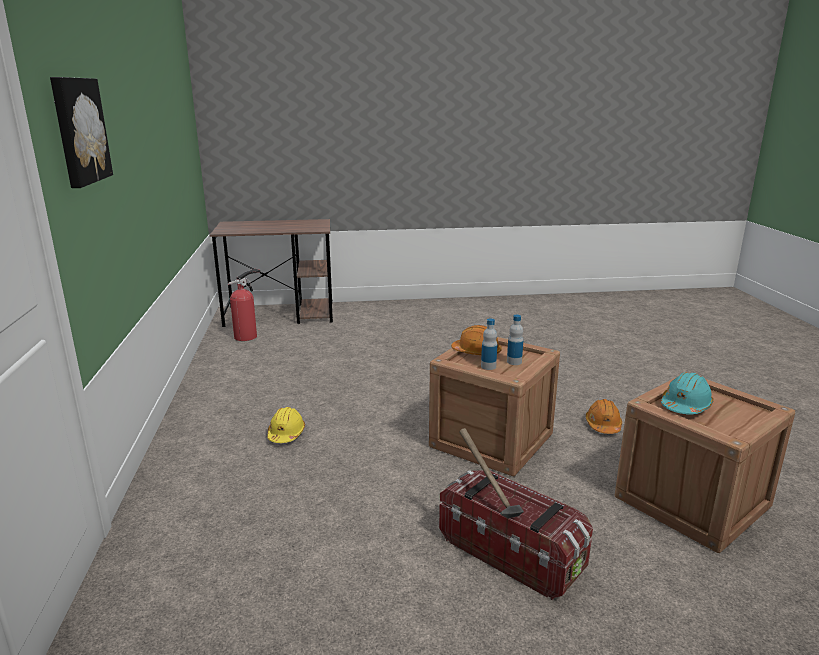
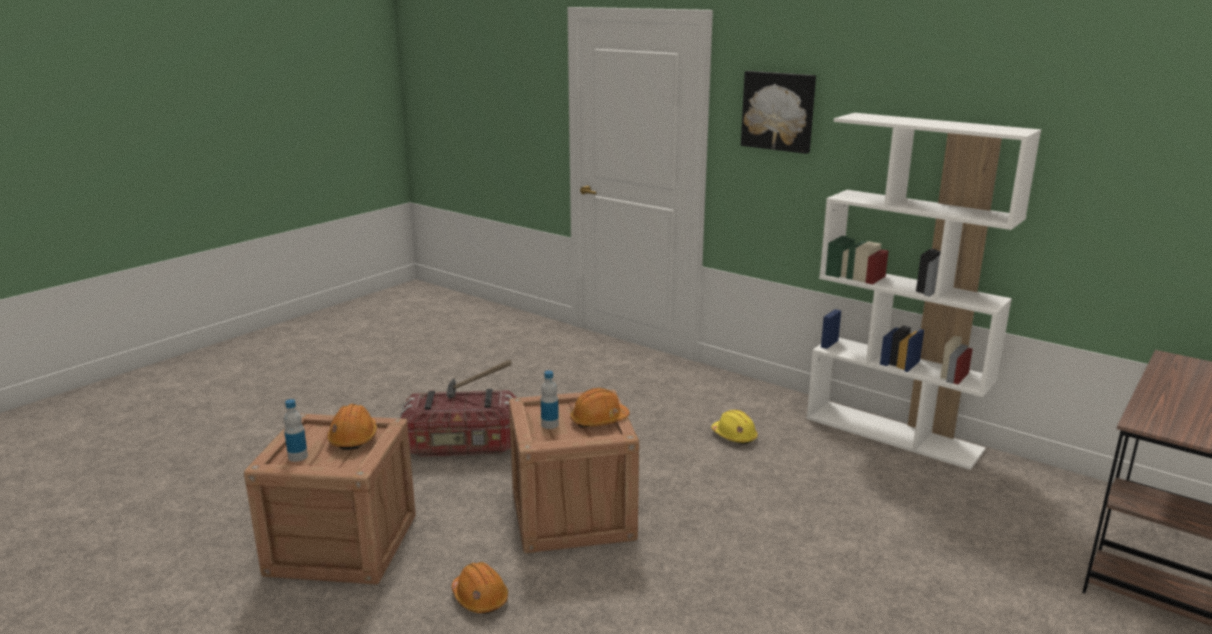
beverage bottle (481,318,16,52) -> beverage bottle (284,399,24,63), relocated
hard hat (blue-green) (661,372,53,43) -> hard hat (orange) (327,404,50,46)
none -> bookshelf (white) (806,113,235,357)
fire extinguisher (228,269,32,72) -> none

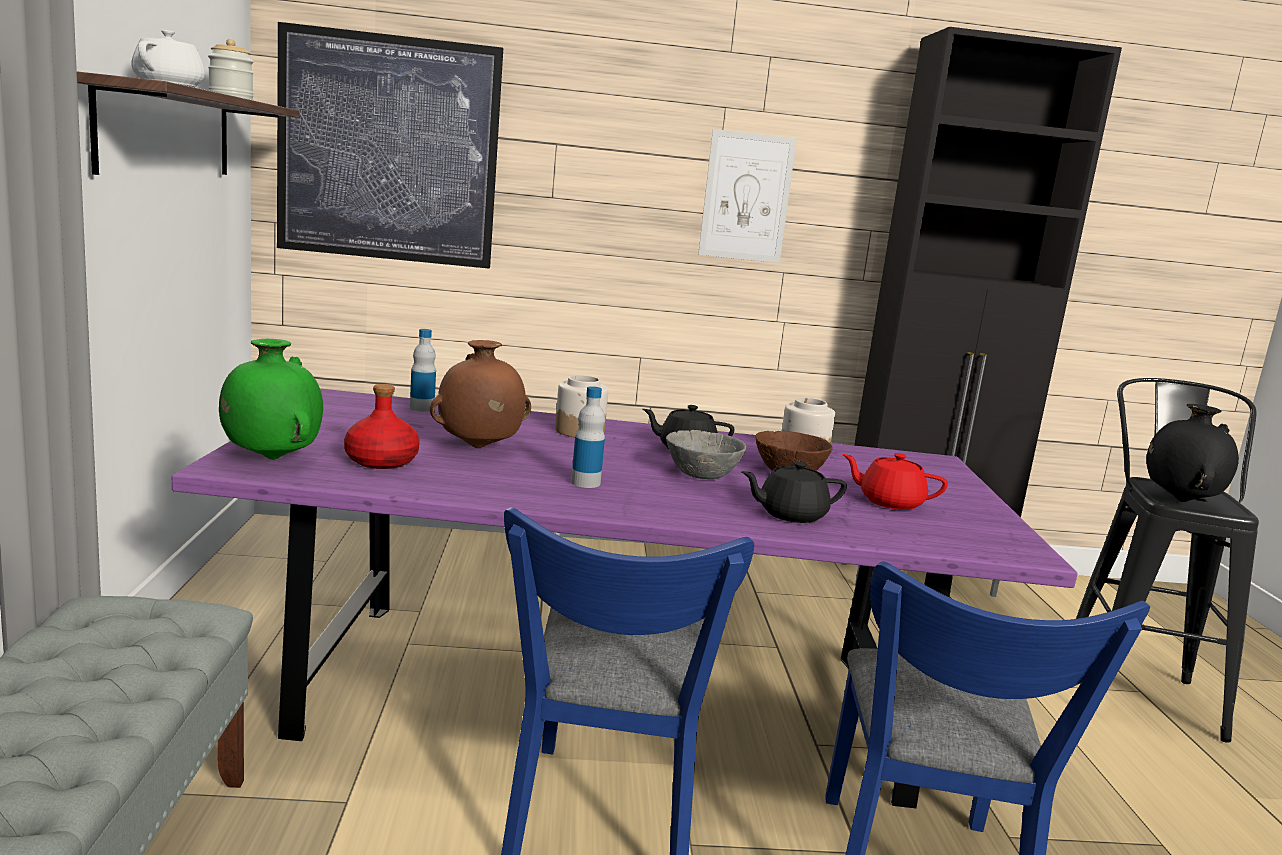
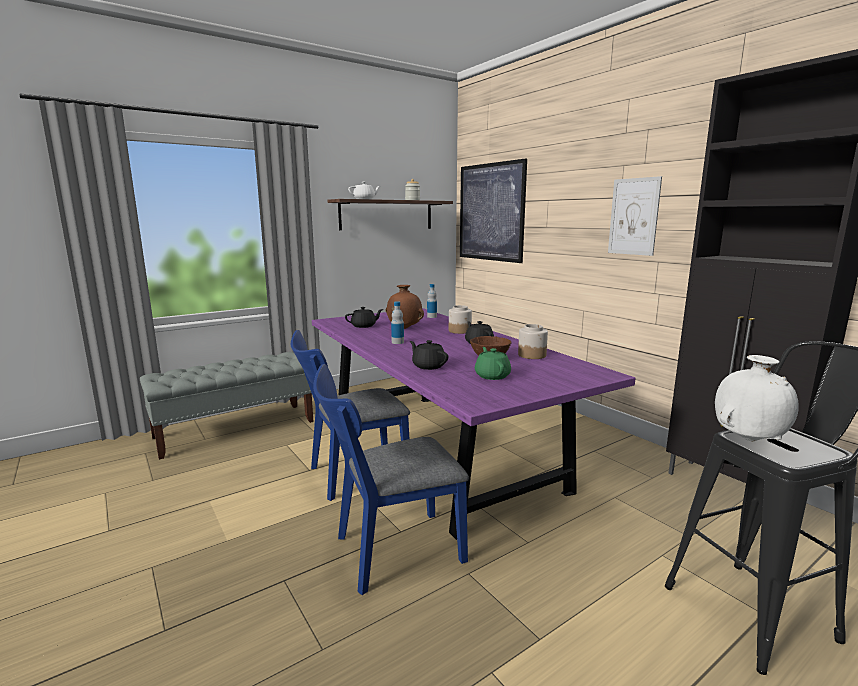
beverage bottle (red) (344,384,76,85) -> teapot (black-coloured) (345,307,38,21)
teapot (red) (842,453,106,57) -> teapot (green) (475,347,36,33)
decorative vase (black-coloured) (1146,404,93,98) -> decorative vase (white) (715,355,84,86)
decorative vase (green) (219,339,104,121) -> none
bowl (grey) (666,430,80,49) -> none

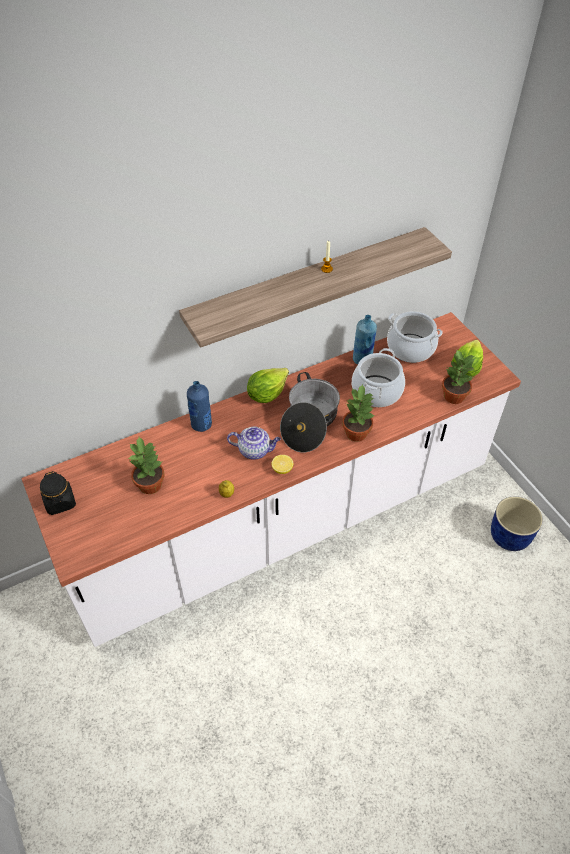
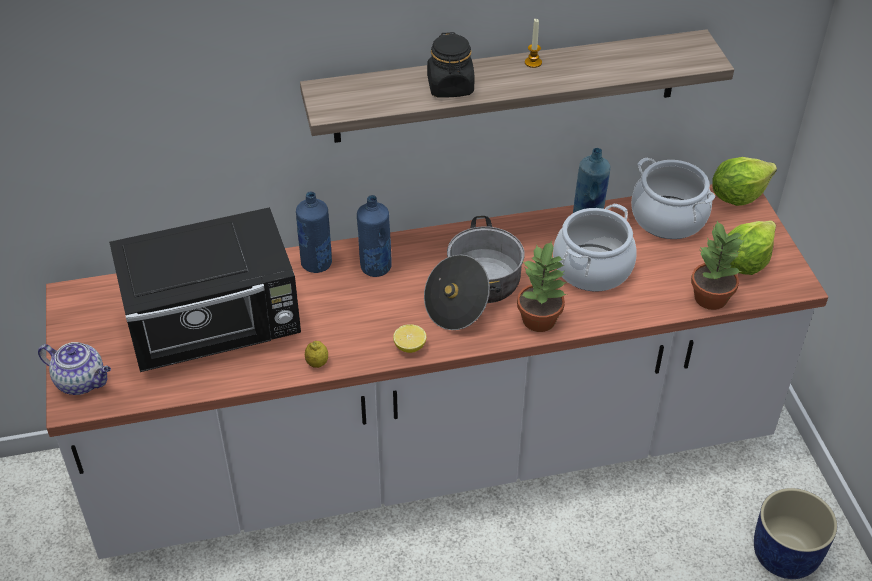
teapot (227,427,54,32) -> teapot (38,342,73,53), relocated
houseplant (127,437,37,57) -> kitchen microwave (black-coloured) (109,207,192,165)
none -> beverage bottle (bluish) (357,195,35,82)
jar (black-coloured) (40,471,36,44) -> jar (black-coloured) (427,32,47,66), relocated
lettuce head (247,368,42,35) -> lettuce head (712,157,65,49), relocated

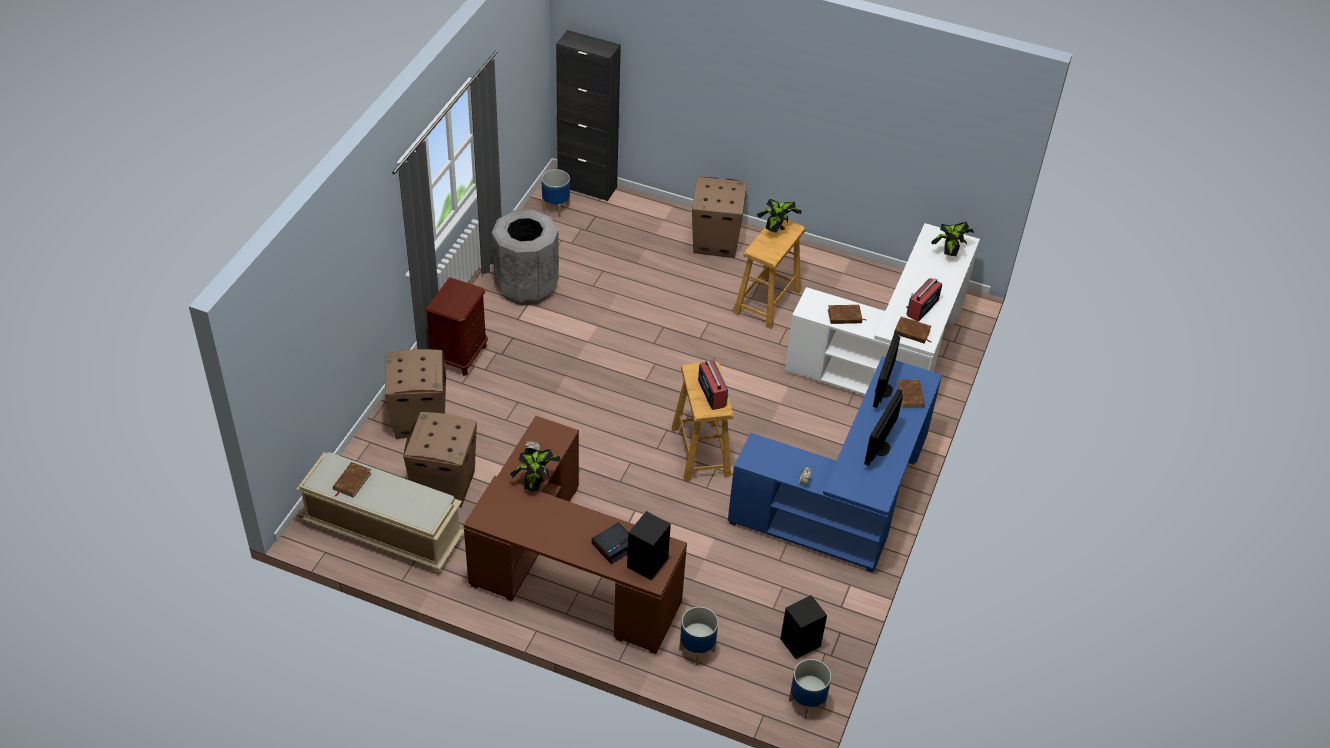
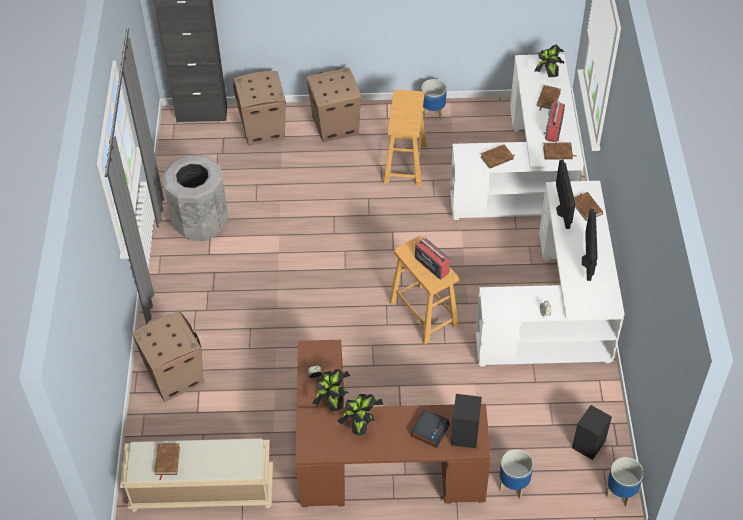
carton (403,412,74,95) -> carton (233,71,53,75), relocated
houseplant (756,199,46,34) -> houseplant (338,394,45,42), relocated
flower pot (542,169,28,48) -> flower pot (421,79,26,41), relocated
desk unit (bluish) (728,356,214,216) -> desk unit (white) (476,181,149,186)
none -> volume (brown-coloured) (537,85,24,25)
nightstand (brown-coloured) (426,277,62,99) -> none

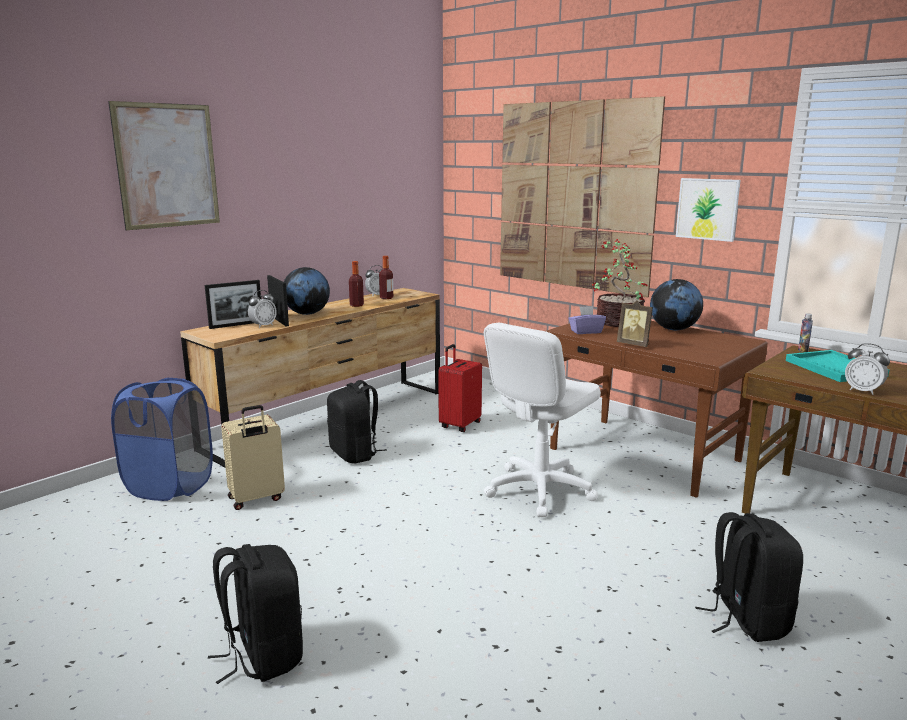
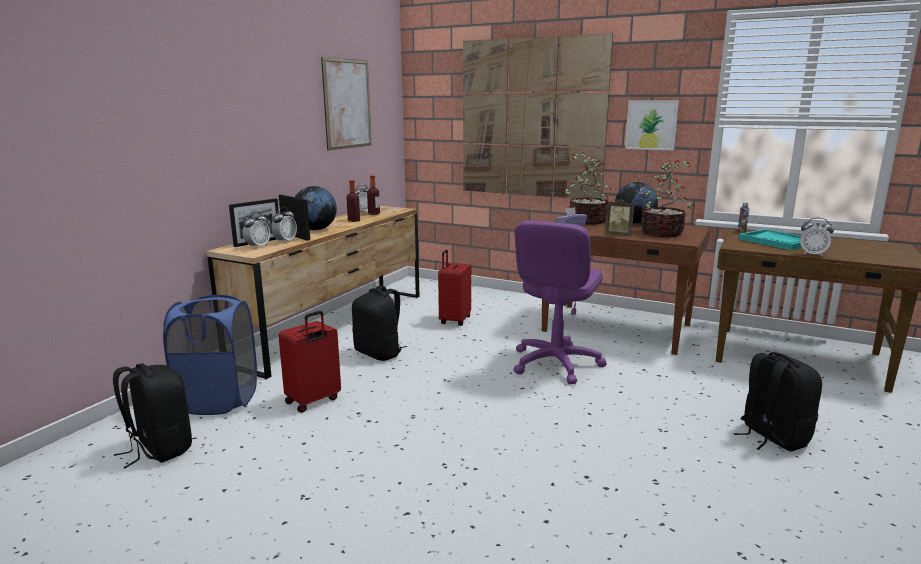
knapsack (black-coloured) (208,544,95,140) -> knapsack (black-coloured) (113,363,79,106), relocated
none -> table clock (243,211,27,38)
suitcase (beige) (221,405,64,105) -> suitcase (red) (278,311,63,102)
wall picture (108,101,112,129) -> wall picture (321,57,51,93), relocated
desk chair (white) (484,323,117,194) -> desk chair (purple) (514,221,93,163)
none -> houseplant (641,160,54,77)

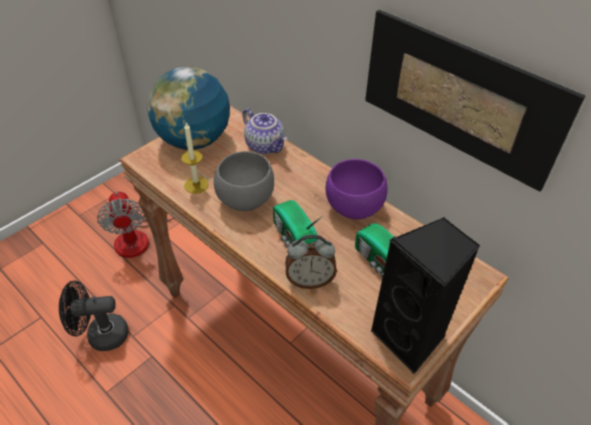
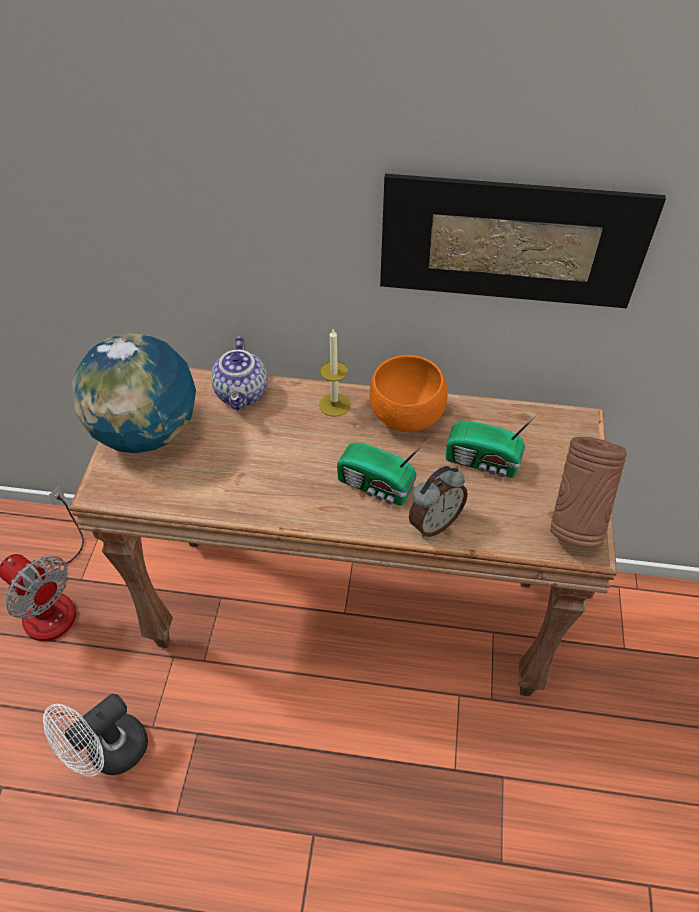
cooling fan (black-coloured) (59,281,69,70) -> cooling fan (white) (43,693,105,84)
teapot (243,108,44,46) -> teapot (211,336,57,74), 75 degrees clockwise
wax light (181,123,28,71) -> wax light (319,329,31,88), relocated
bowl (purple) (326,159,62,60) -> bowl (orange) (370,355,78,77)
speaker (black-coloured) (371,217,109,157) -> decorative vase (brown-coloured) (550,437,77,111)
bowl (grey) (214,151,60,60) -> none

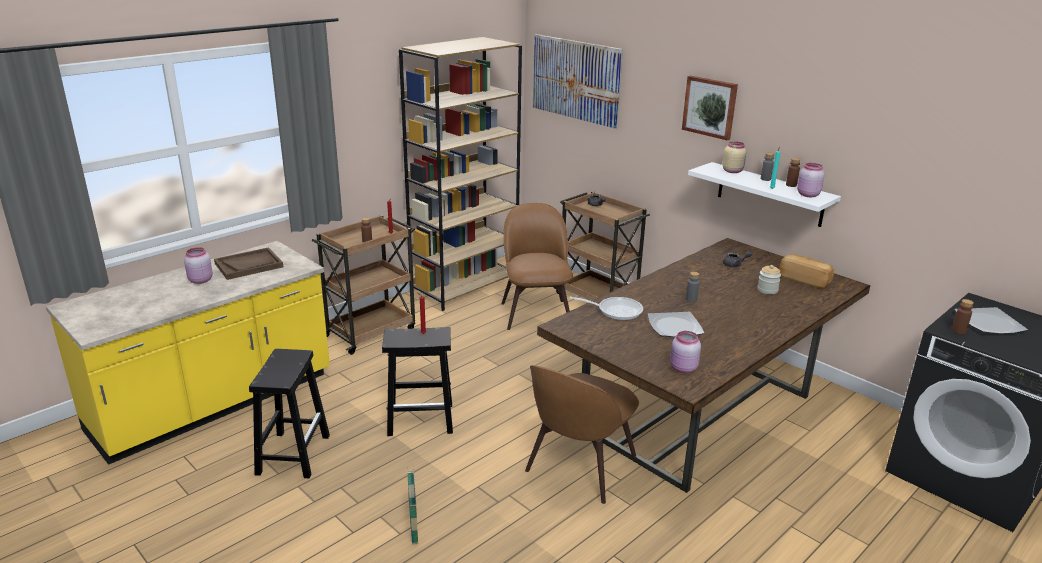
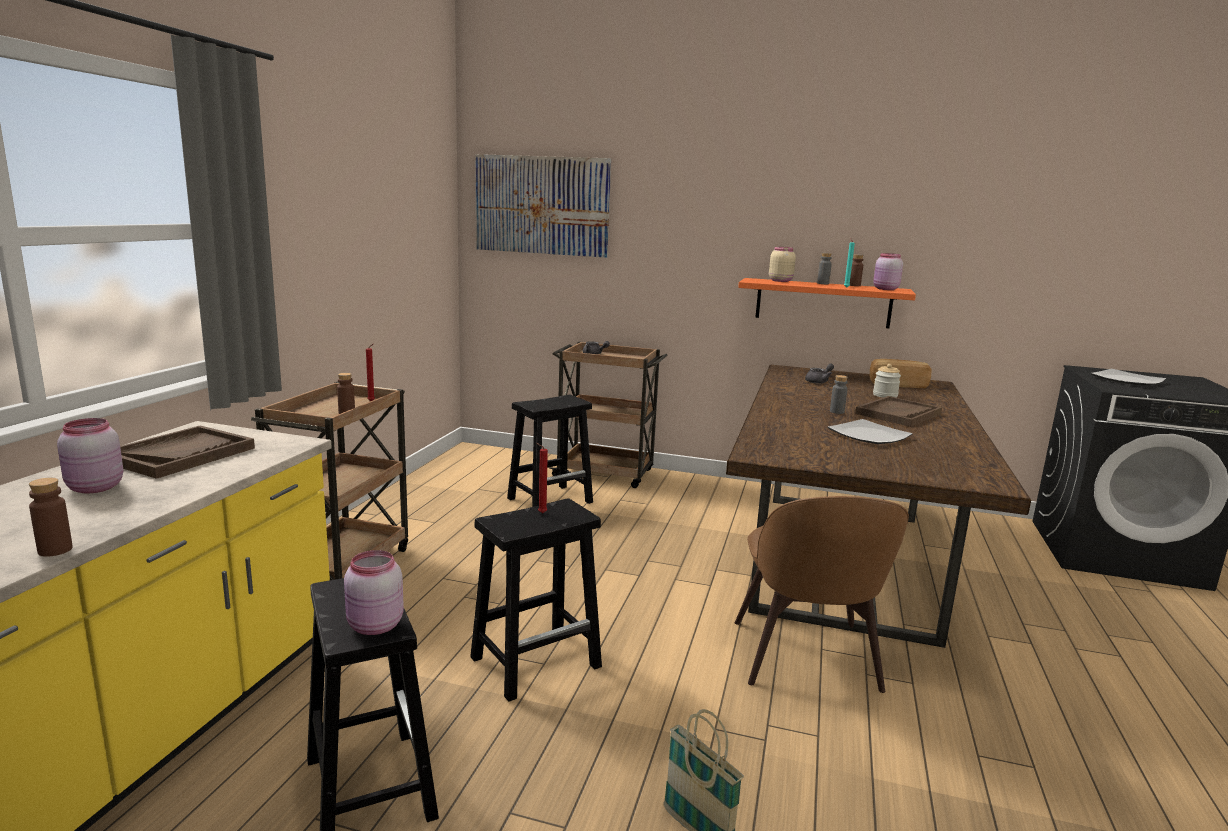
beverage bottle (brown-coloured) (952,299,22,35) -> beverage bottle (brown-coloured) (29,478,44,79), relocated
jar (pink) (670,331,31,42) -> jar (pink) (344,550,60,85), relocated
chair (brown-coloured) (501,203,72,127) -> sitting stool (black-coloured) (507,395,86,112)
bracket shelf (white) (688,162,153,65) -> bracket shelf (orange) (738,278,178,50)
none -> serving tray (brown-coloured) (855,396,87,31)
bookshelf (brown-coloured) (399,37,123,274) -> none
frying pan (569,297,74,23) -> none
wall picture (682,76,56,65) -> none

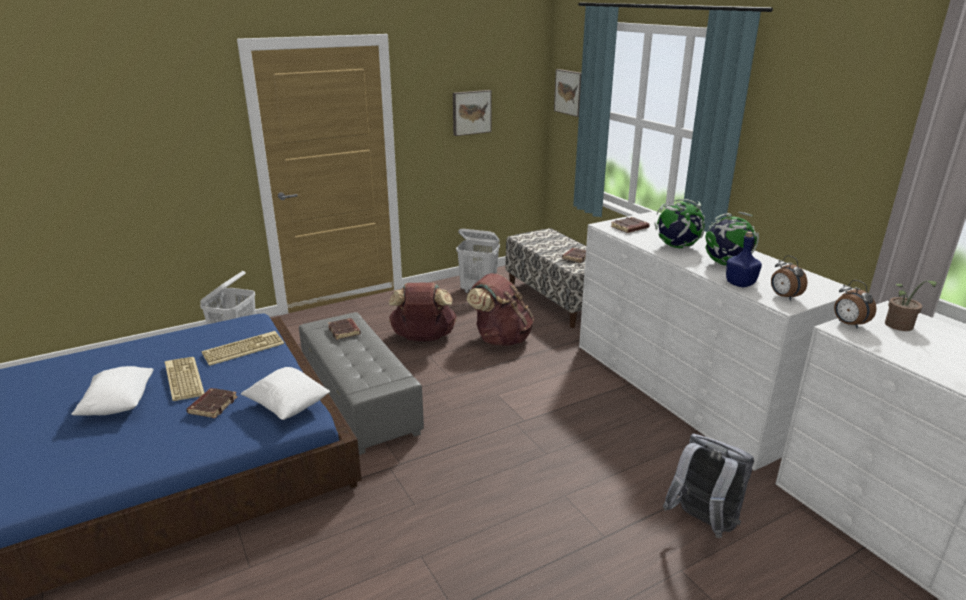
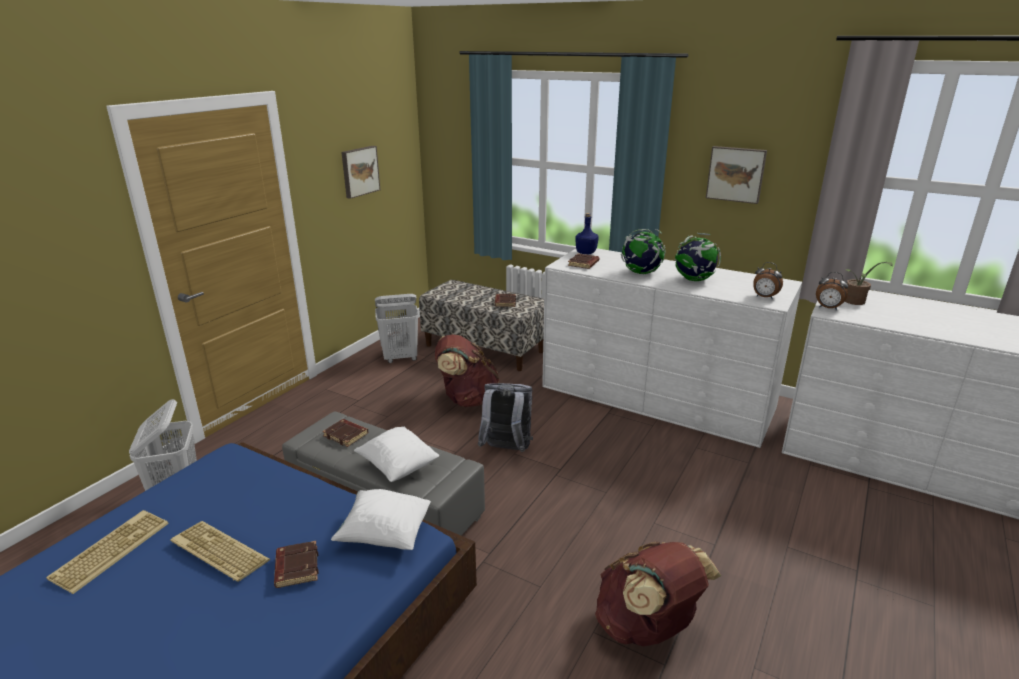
PC keyboard (201,331,83,35) -> PC keyboard (46,510,123,84), relocated
cushion (white) (71,366,83,50) -> cushion (white) (354,426,85,56), relocated
knapsack (grey) (663,434,91,104) -> knapsack (grey) (478,383,55,69), relocated
beverage bottle (bluish) (726,231,36,56) -> beverage bottle (bluish) (575,213,24,41), relocated
knapsack (brown-coloured) (389,283,68,58) -> knapsack (brown-coloured) (595,542,127,105), relocated
wall picture (554,69,27,48) -> wall picture (706,146,61,58), relocated

